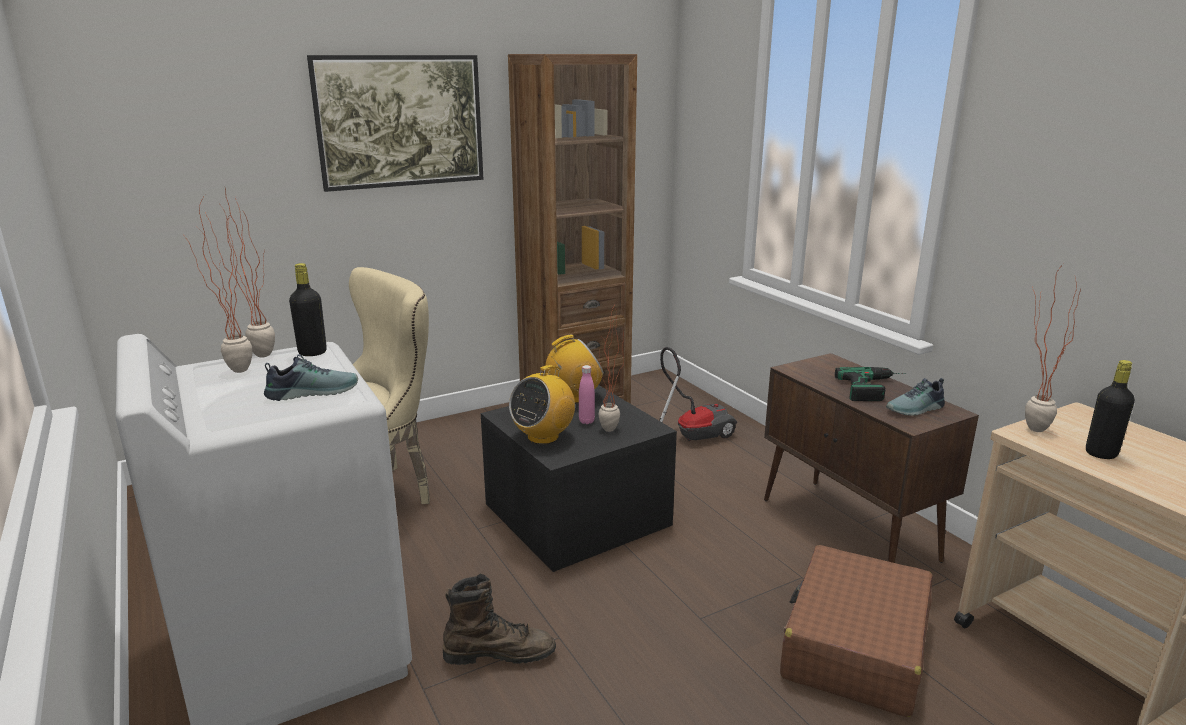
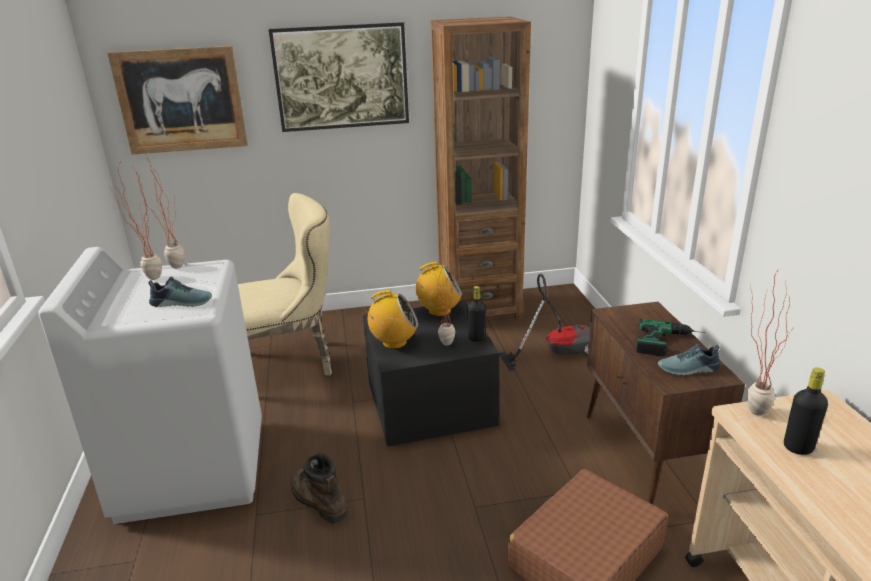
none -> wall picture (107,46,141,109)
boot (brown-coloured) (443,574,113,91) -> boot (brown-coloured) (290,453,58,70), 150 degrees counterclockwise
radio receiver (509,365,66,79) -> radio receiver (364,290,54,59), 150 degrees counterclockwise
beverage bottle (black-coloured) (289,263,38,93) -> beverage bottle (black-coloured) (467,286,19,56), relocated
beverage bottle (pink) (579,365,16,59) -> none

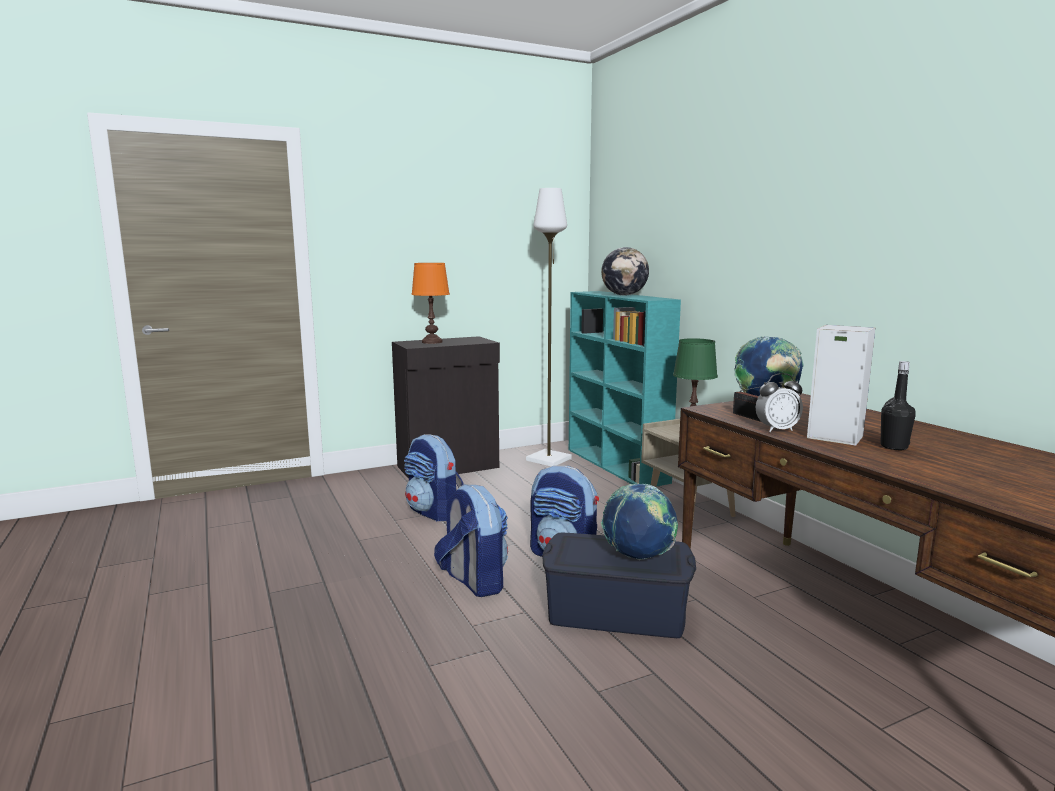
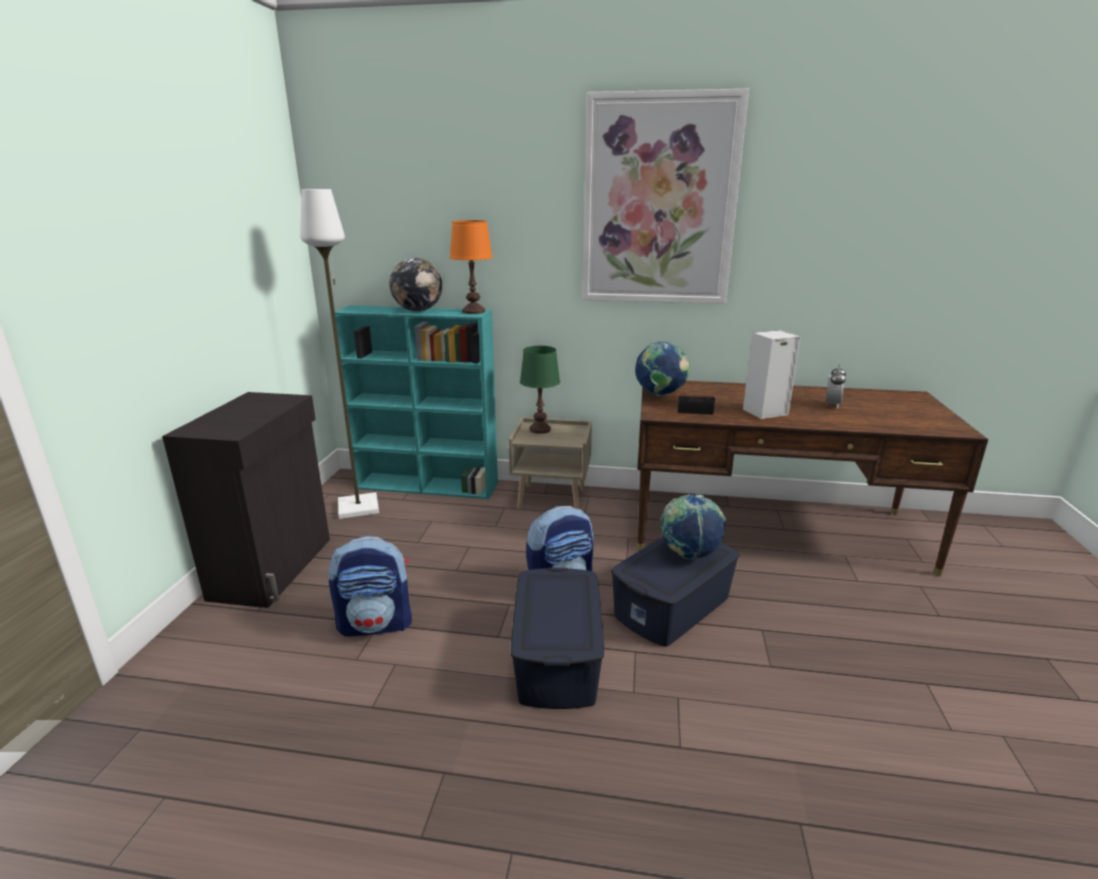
table lamp (orange) (411,263,39,81) -> table lamp (orange) (450,220,43,94), relocated
knapsack (434,484,74,113) -> storage container (bluish) (511,568,93,141)
none -> wall picture (583,89,166,215)
table clock (756,373,47,59) -> table clock (826,364,20,45), relocated
beverage bottle (black-coloured) (880,361,36,89) -> none

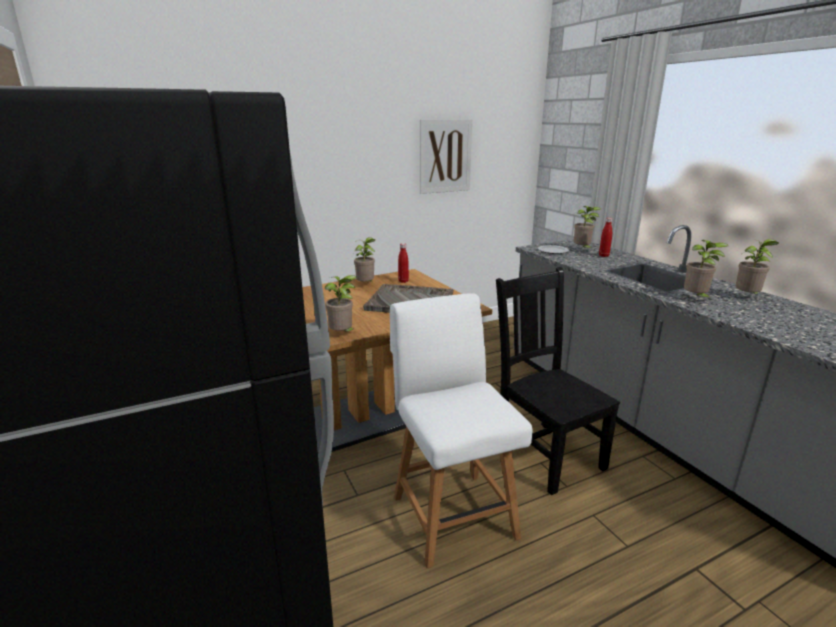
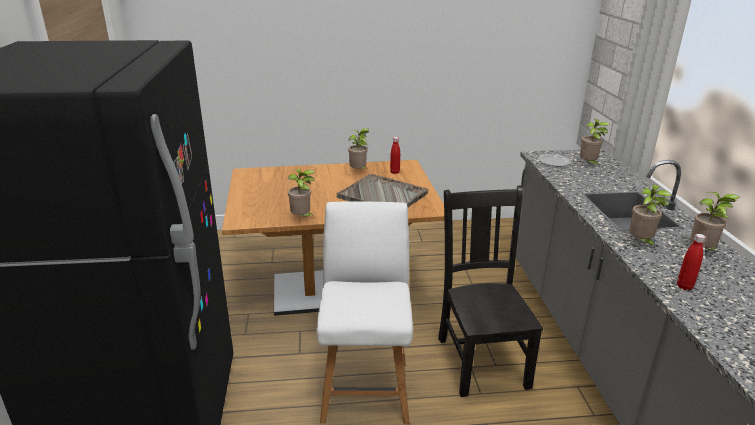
beverage bottle (red) (599,218,13,39) -> beverage bottle (red) (677,234,29,56), relocated
wall picture (420,119,52,75) -> none

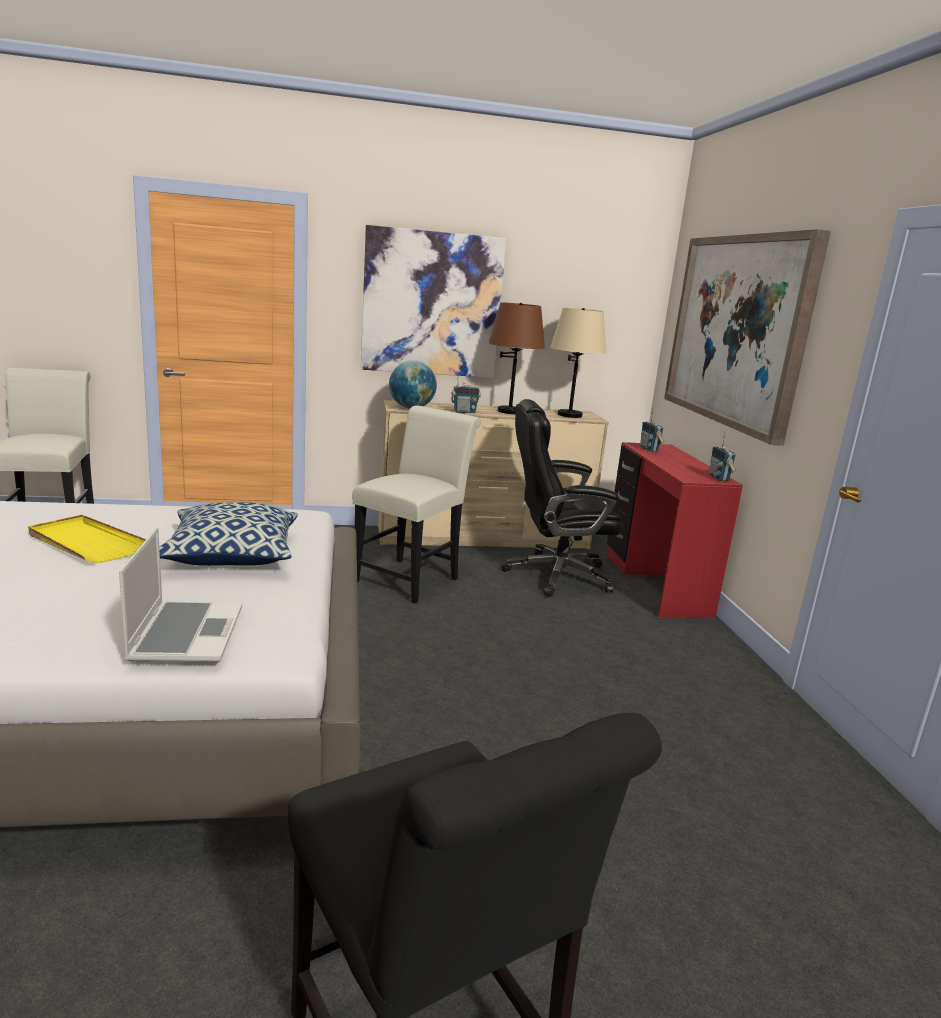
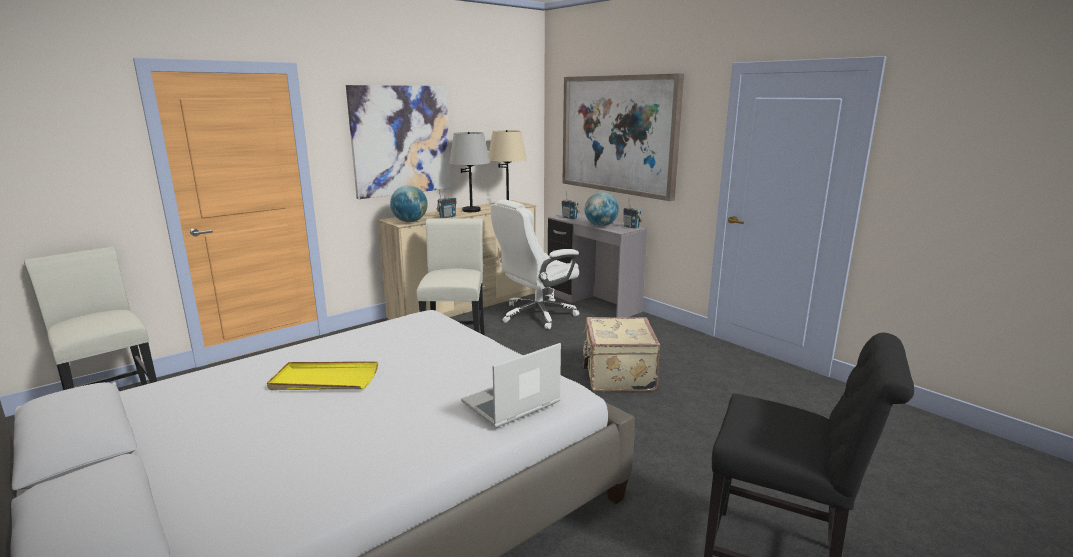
table lamp (brown-coloured) (489,302,56,112) -> table lamp (grey) (449,132,41,80)
laptop (119,528,123,134) -> laptop (461,343,100,85), 90 degrees counterclockwise
desk chair (black-coloured) (501,399,121,198) -> desk chair (white) (491,199,88,130)
desk unit (red) (607,442,136,176) -> desk unit (grey) (548,213,99,104)
none -> suitcase (beige) (583,317,77,75)
none -> desk globe (585,192,34,34)
cushion (159,502,139,64) -> none

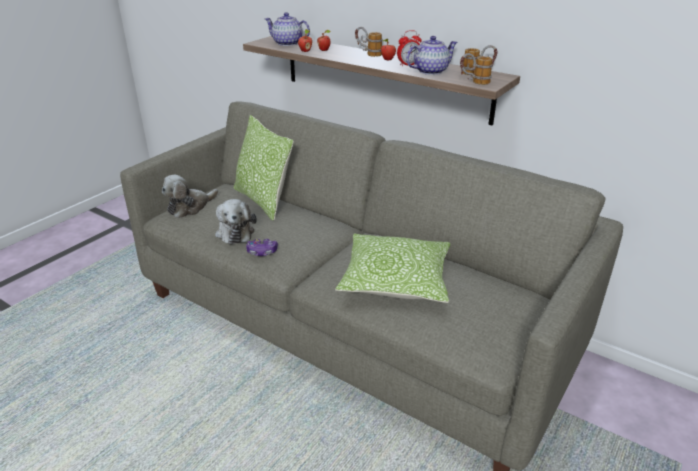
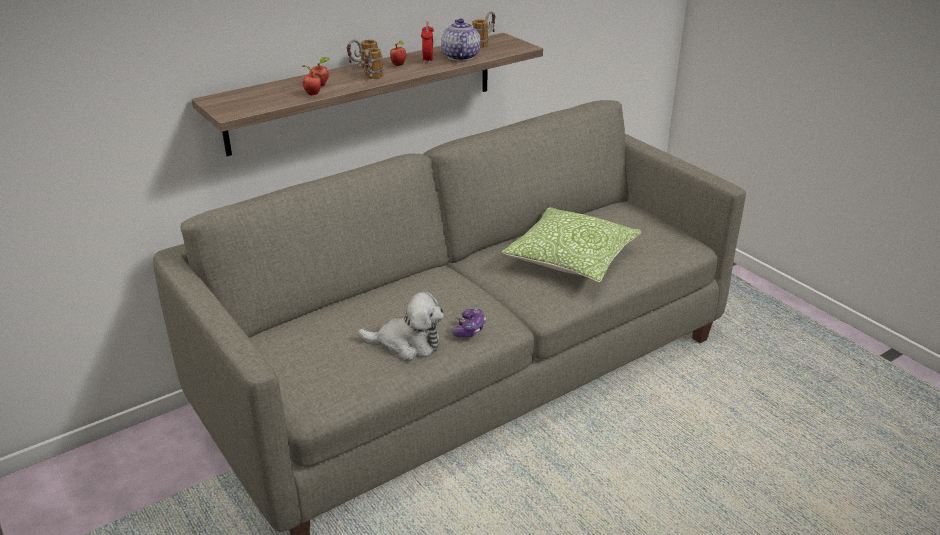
coffee mug (460,53,33,32) -> coffee mug (364,48,20,31), relocated
soft toy (162,175,56,43) -> none
cushion (234,115,60,106) -> none
teapot (265,12,45,34) -> none

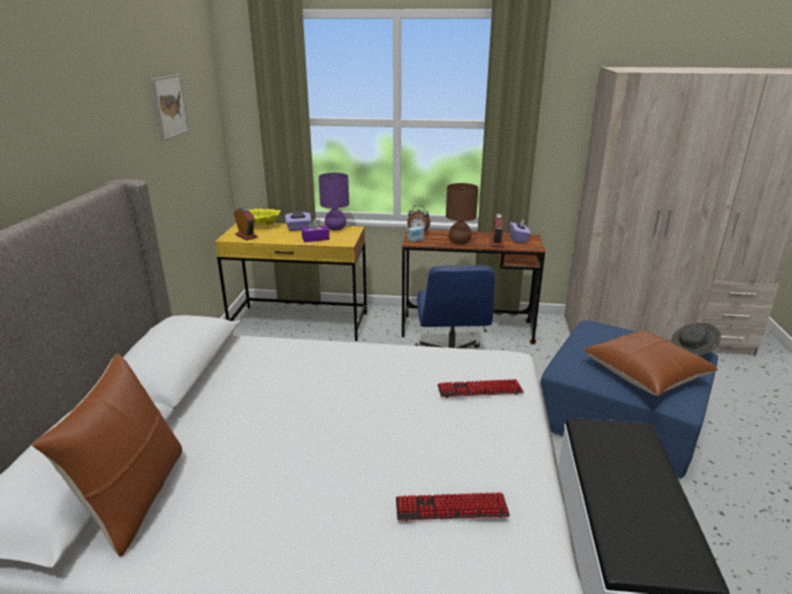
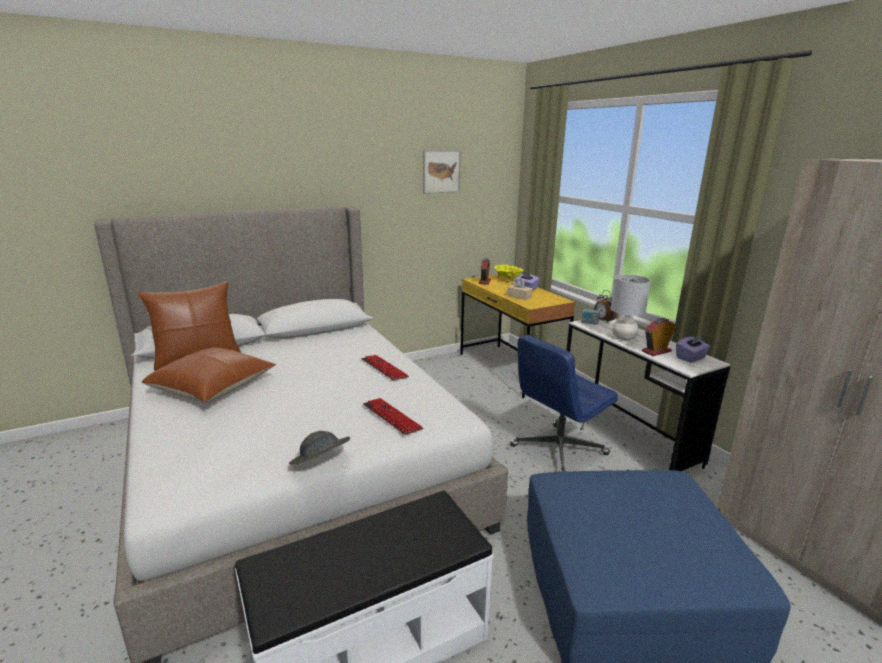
cushion (brown-coloured) (584,330,134,66) -> cushion (brown-coloured) (142,347,134,57), relocated
clothing hat (grey) (671,323,50,33) -> clothing hat (grey) (289,431,61,34), relocated
PC keyboard (396,492,114,29) -> PC keyboard (361,355,48,25), relocated
tissue box (purple) (302,218,28,24) -> tissue box (beige) (507,279,26,21)
desk unit (brown-coloured) (402,229,143,115) -> desk unit (white) (560,319,171,152)
table lamp (brown-coloured) (446,183,32,61) -> table lamp (grey) (611,275,40,65)
table lamp (purple) (319,173,30,57) -> none

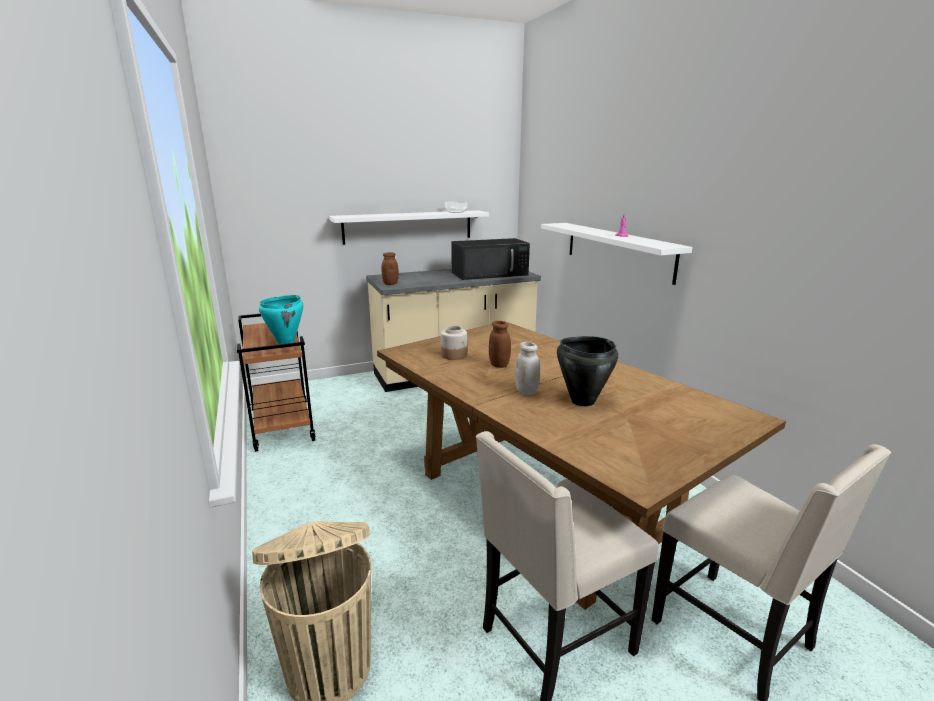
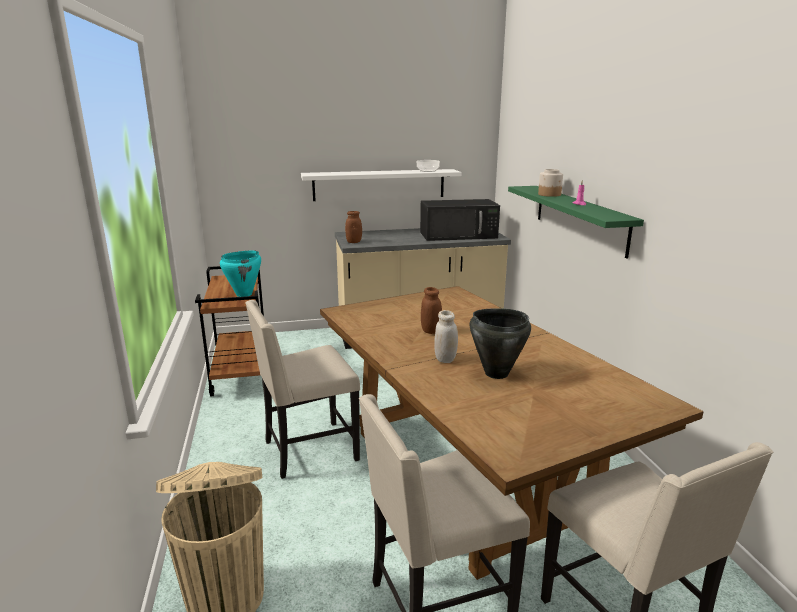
none -> chair (beige) (245,300,115,179)
bracket shelf (white) (541,223,152,62) -> bracket shelf (green) (508,186,136,73)
jar (441,326,26,34) -> jar (538,169,25,28), relocated

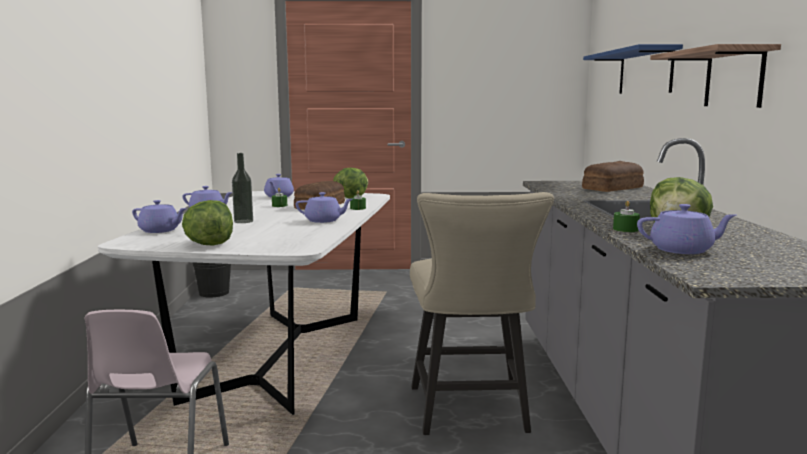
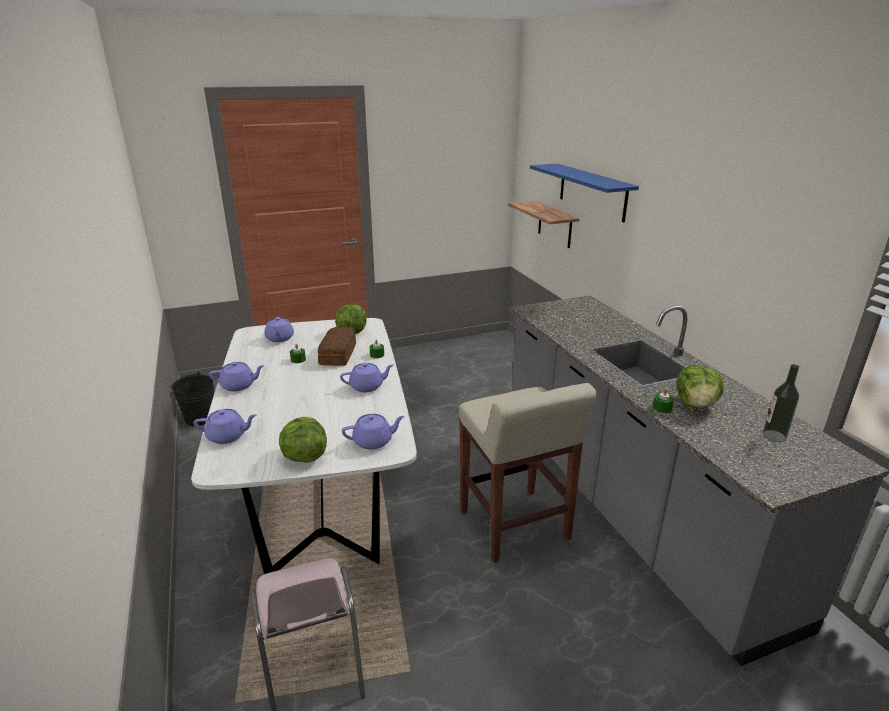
teapot (purple) (637,204,99,50) -> teapot (purple) (342,414,63,36), relocated
chair (beige) (410,192,144,243) -> sitting stool (beige) (458,383,140,180)
bracket shelf (650,44,131,64) -> bracket shelf (508,201,72,47), relocated
beverage bottle (232,153,21,70) -> beverage bottle (763,364,36,78), relocated
baked bread (582,161,62,31) -> none

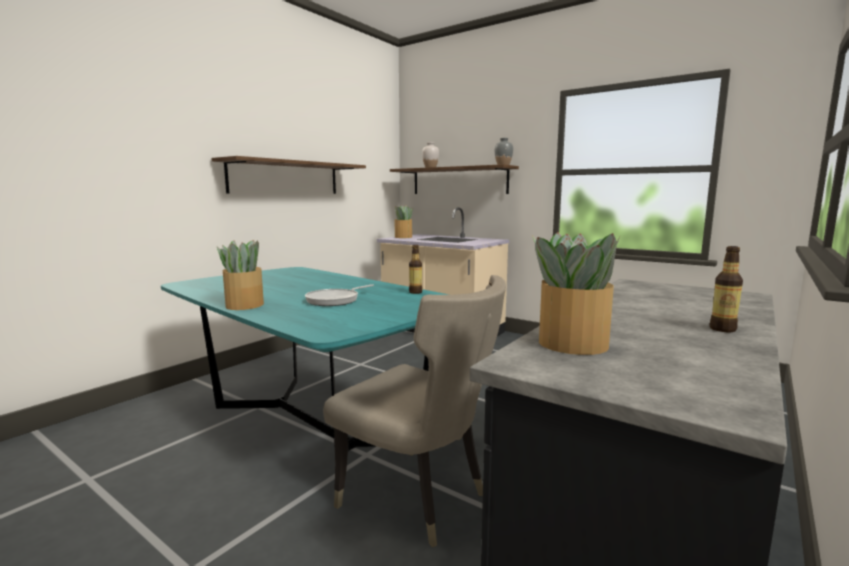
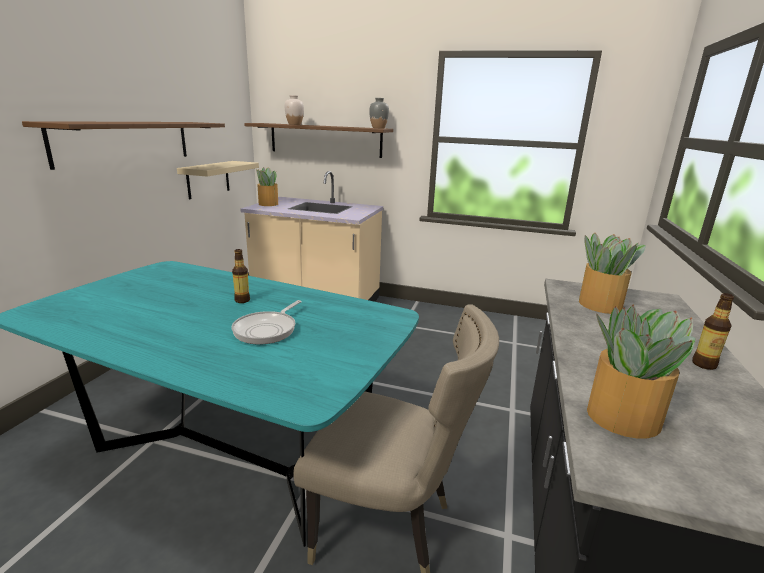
none -> bracket shelf (beige) (177,161,82,38)
beverage bottle (409,245,13,49) -> beverage bottle (232,249,18,54), relocated
houseplant (217,240,47,70) -> houseplant (579,233,67,81), relocated

